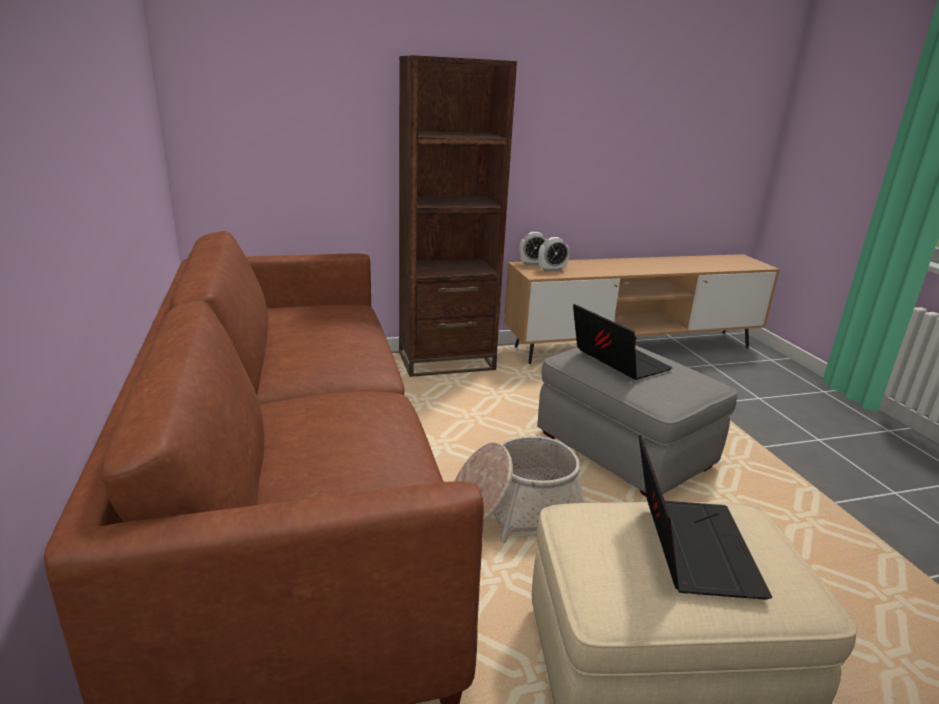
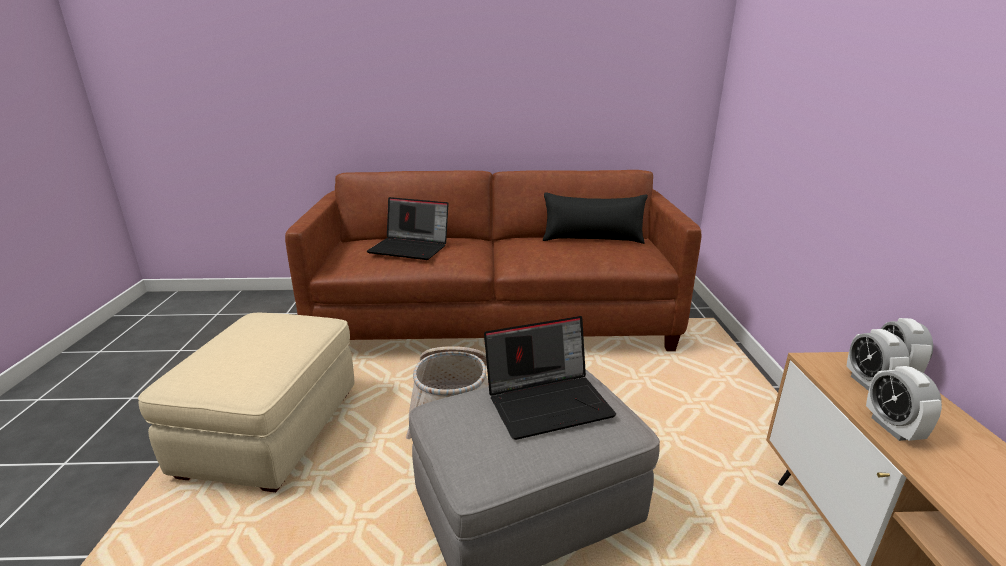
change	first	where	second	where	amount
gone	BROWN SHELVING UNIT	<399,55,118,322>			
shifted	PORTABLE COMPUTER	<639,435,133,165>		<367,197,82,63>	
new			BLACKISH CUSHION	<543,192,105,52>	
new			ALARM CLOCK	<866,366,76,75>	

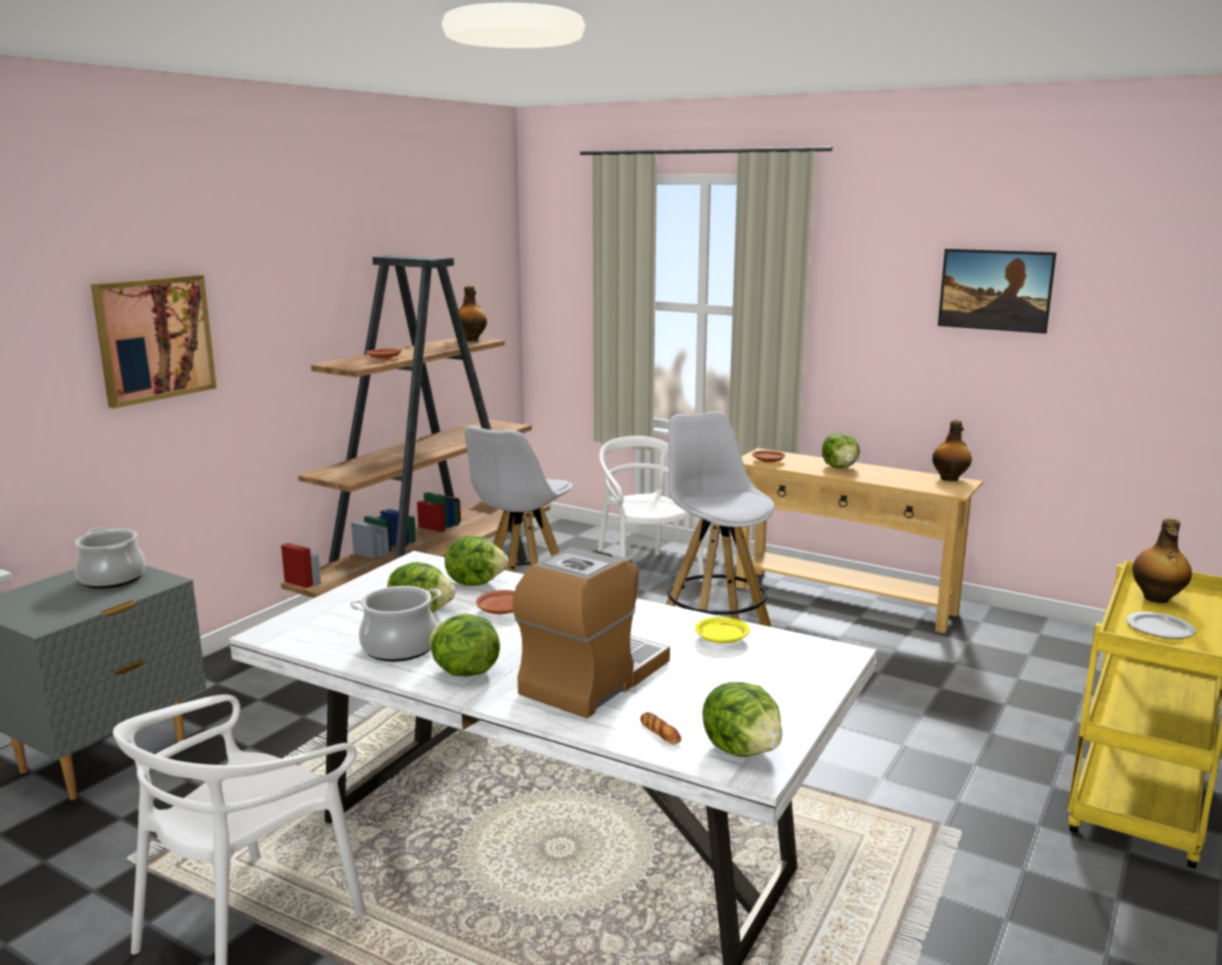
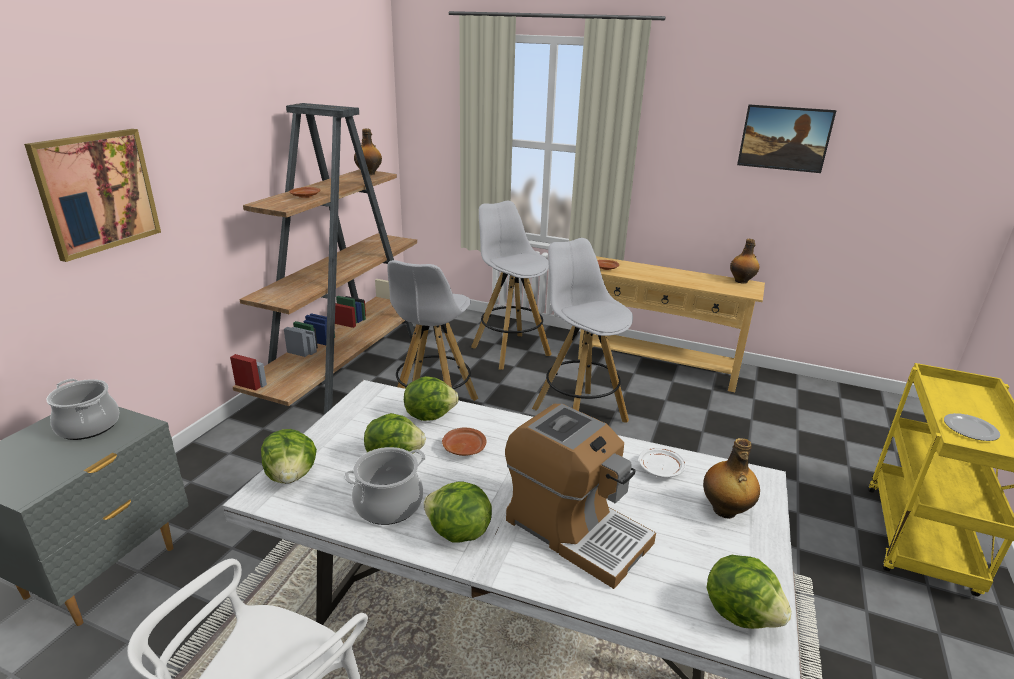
change	first	where	second	where	amount
shifted	HEAD OF LETTUCE	<822,434,38,34>		<261,429,56,55>	
swapped	WHITE-COLOURED PLAIN CHAIR	<598,436,106,146>	WHITE-COLOURED STOOL SEAT	<471,201,81,169>	
shifted	BOTTLE	<1133,519,59,84>		<703,438,57,81>	
rotated	COFFEE MAKER	<512,547,158,172>		<505,404,151,185>	105 degrees clockwise
repainted	YELLOW-COLOURED PLATE	<695,617,55,26>	WHITE-COLOURED PLATE	<639,448,47,30>	
gone	BAKED BREAD	<641,712,40,33>			

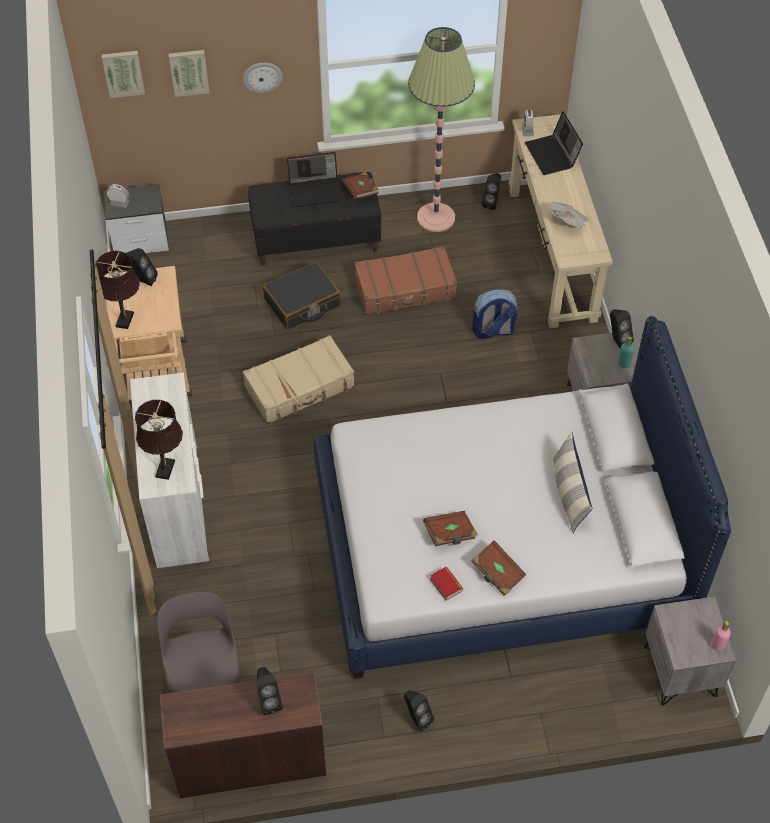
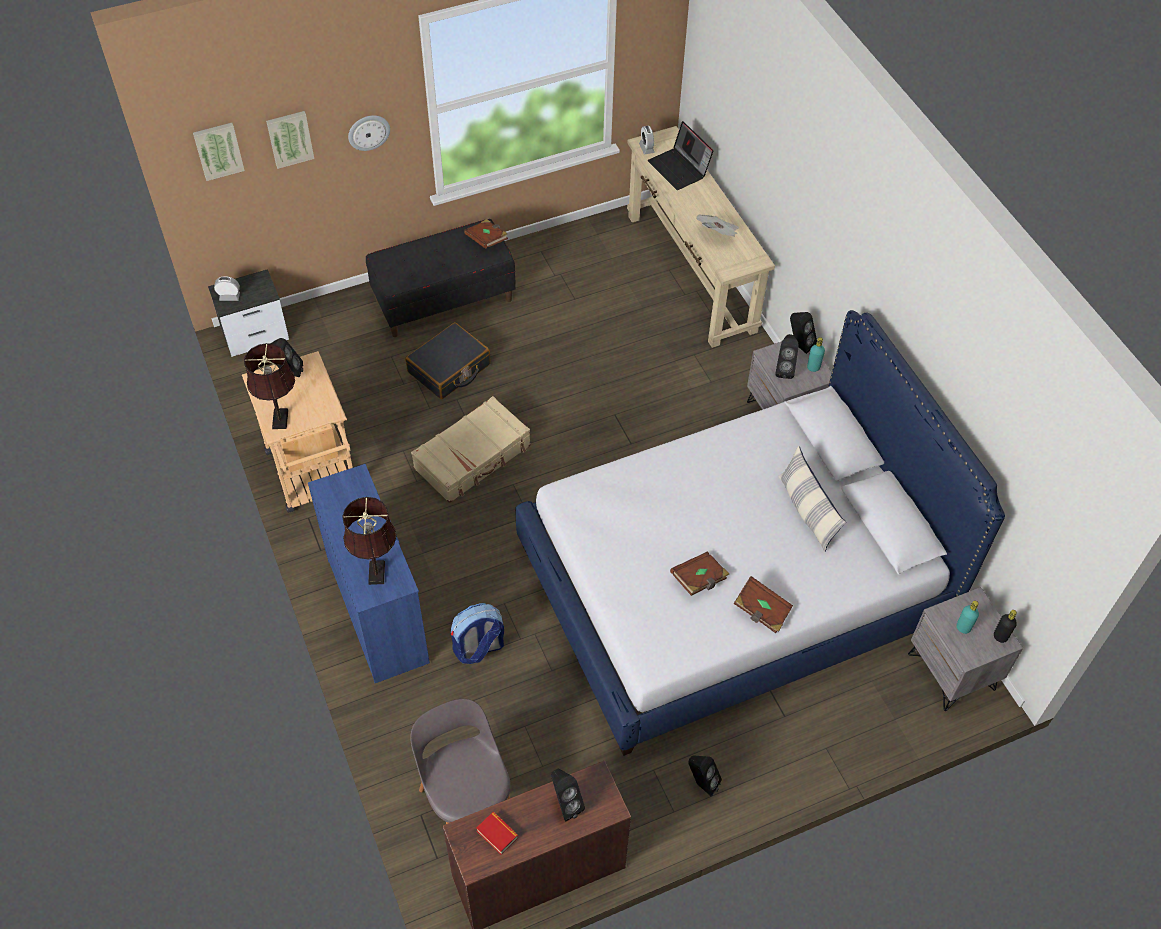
change	first	where	second	where	amount
gone	STANDARD LAMP	<408,27,67,205>			
gone	PORTABLE COMPUTER	<287,152,55,55>			
shifted	BLACKISH AUDIO SPEAKER	<481,173,20,37>		<775,334,24,45>	
gone	BROWN PIECE OF LUGGAGE	<354,246,103,69>			
shifted	KNAPSACK	<472,289,45,50>		<451,603,53,61>	
repainted	WHITE-COLOURED DRESSER	<130,372,79,196>	BLUE-COLOURED DRESSER	<308,464,122,219>	
shifted	BOOK	<430,567,33,34>		<476,812,42,43>	
repainted	PINK BOTTLE	<712,621,19,30>	BLACKISH BOTTLE	<994,610,23,33>	
new			BLUE-GREEN BOTTLE	<957,601,22,33>	

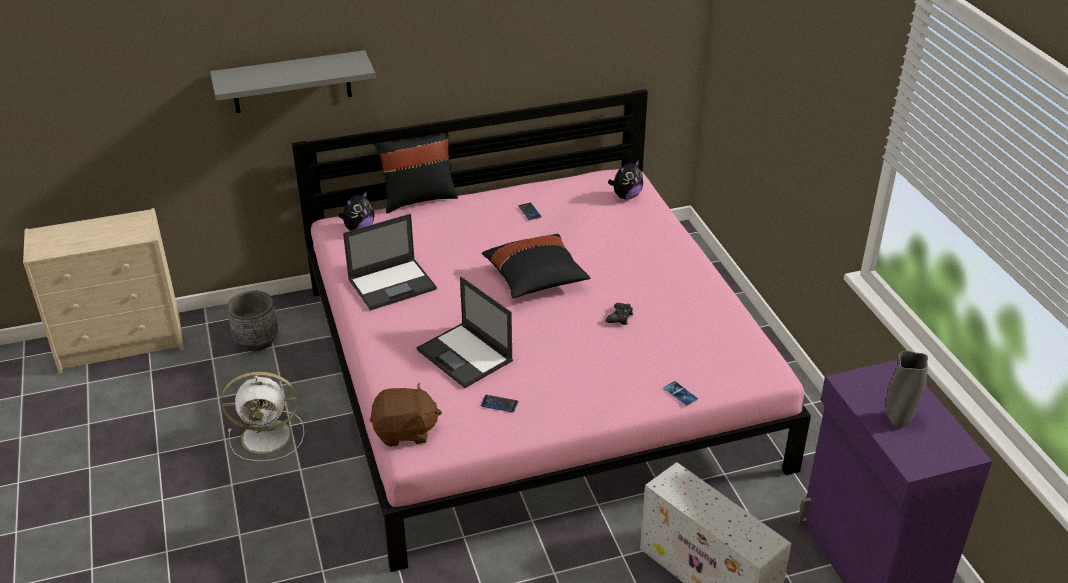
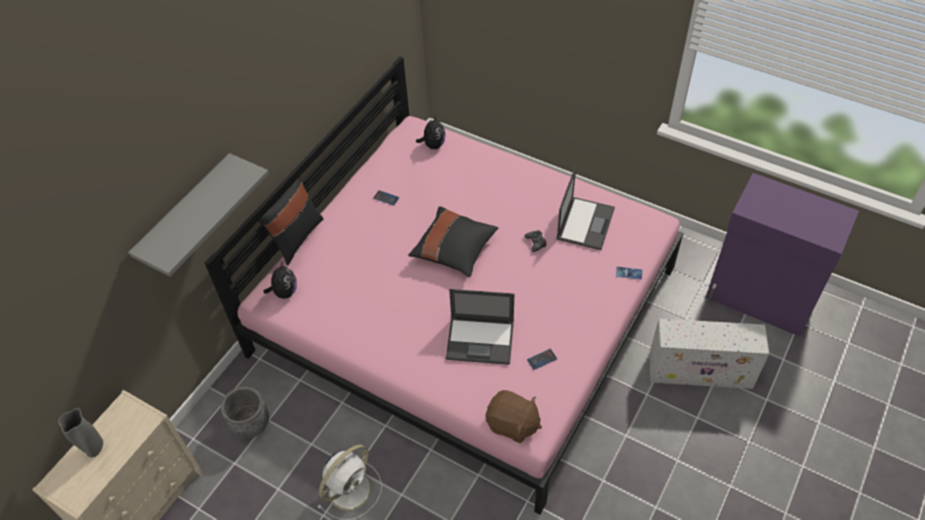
change	first	where	second	where	amount
shifted	PORTABLE COMPUTER	<343,214,94,97>		<556,167,59,83>	
shifted	GREYISH VASE	<885,351,43,77>		<58,408,45,50>	
rotated	BROWN PLUSH TOY	<370,382,72,65>		<486,390,56,53>	75 degrees clockwise

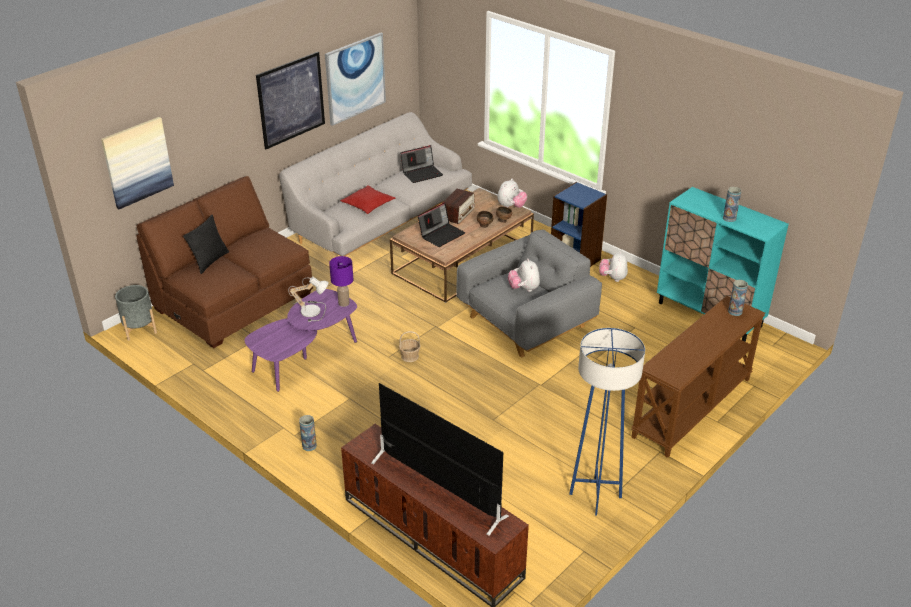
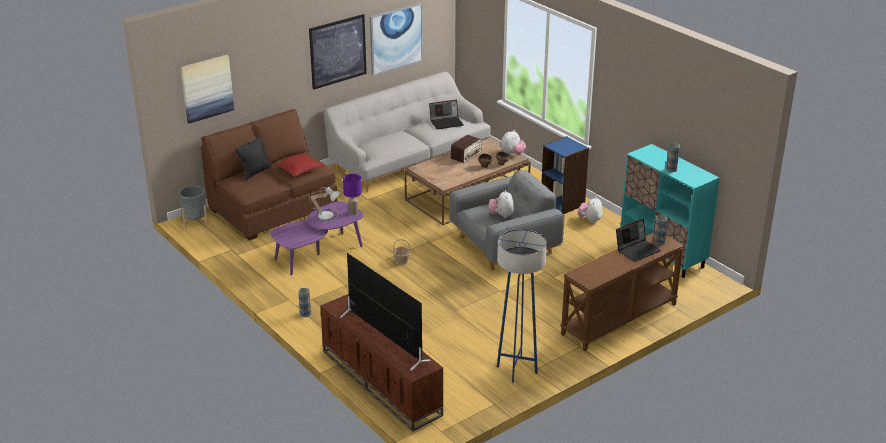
change	first	where	second	where	amount
shifted	RED CUSHION	<340,185,56,29>		<275,153,49,24>	
shifted	PORTABLE COMPUTER	<418,202,47,45>		<616,219,45,43>	

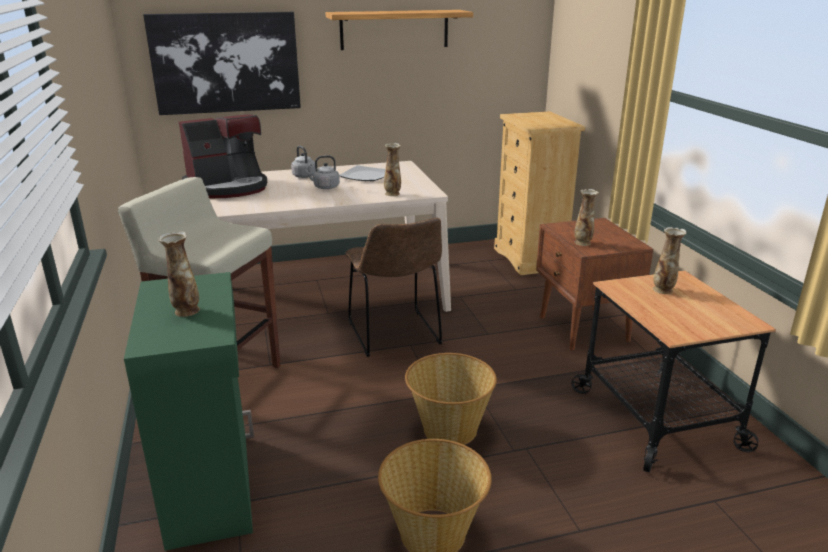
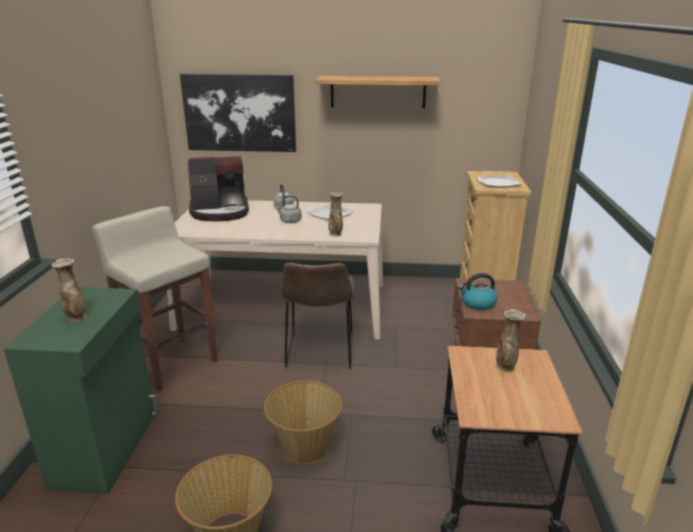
change	first	where	second	where	amount
swapped	VASE	<574,189,25,57>	KETTLE	<458,273,39,37>	
new			PLATE	<476,174,46,13>	

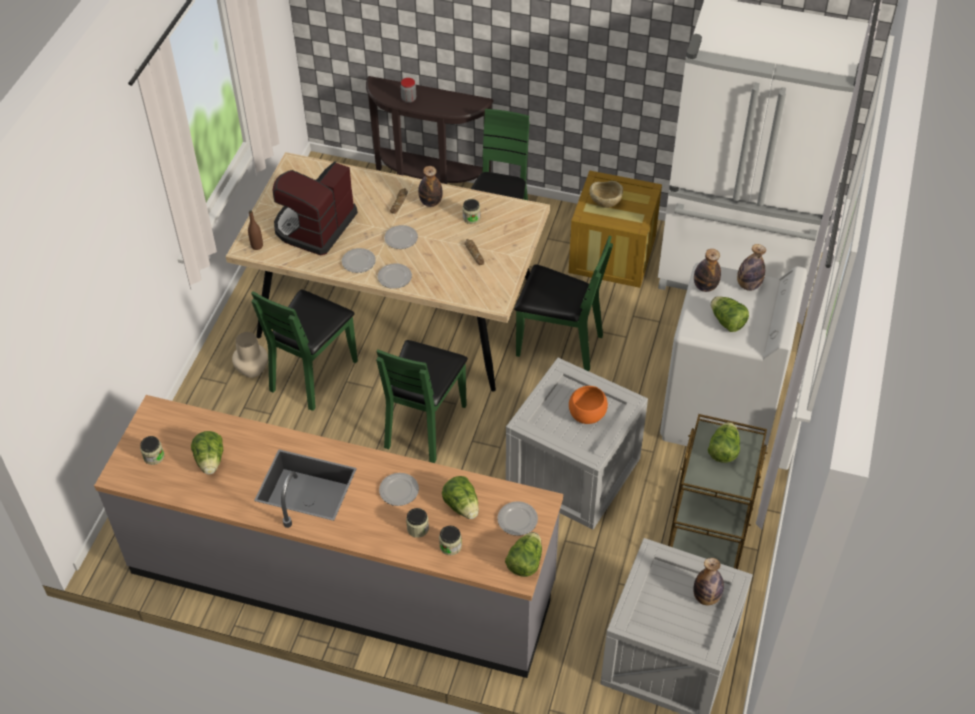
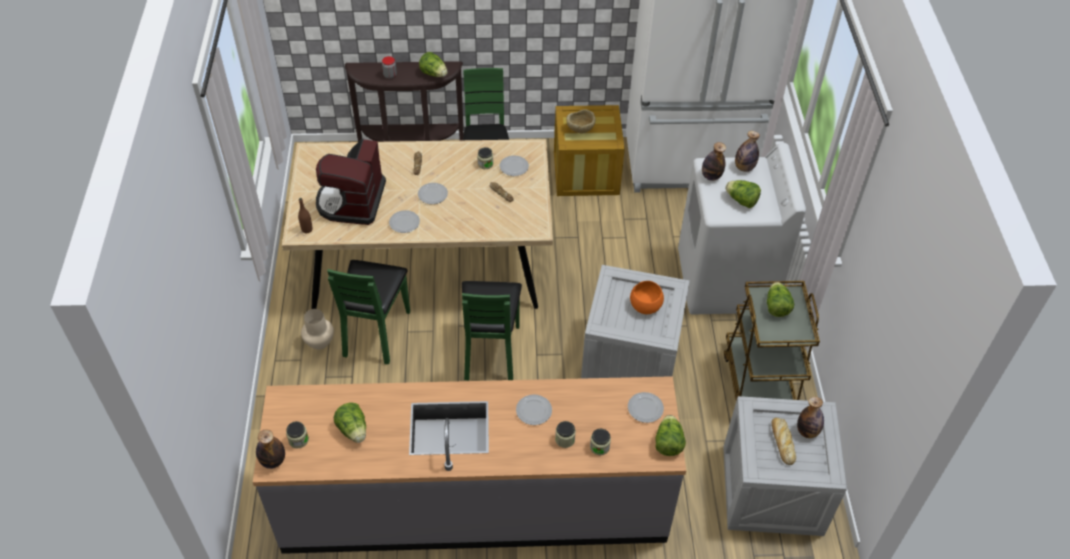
change	first	where	second	where	amount
shifted	BOTTLE	<418,166,25,41>		<256,429,29,40>	
gone	GREENISH PLAIN CHAIR	<514,236,99,135>			
shifted	PLATE	<378,263,34,26>		<500,156,29,20>	
shifted	HEAD OF LETTUCE	<442,476,37,43>		<419,52,29,25>	
new			BAKED BREAD	<771,418,25,47>	

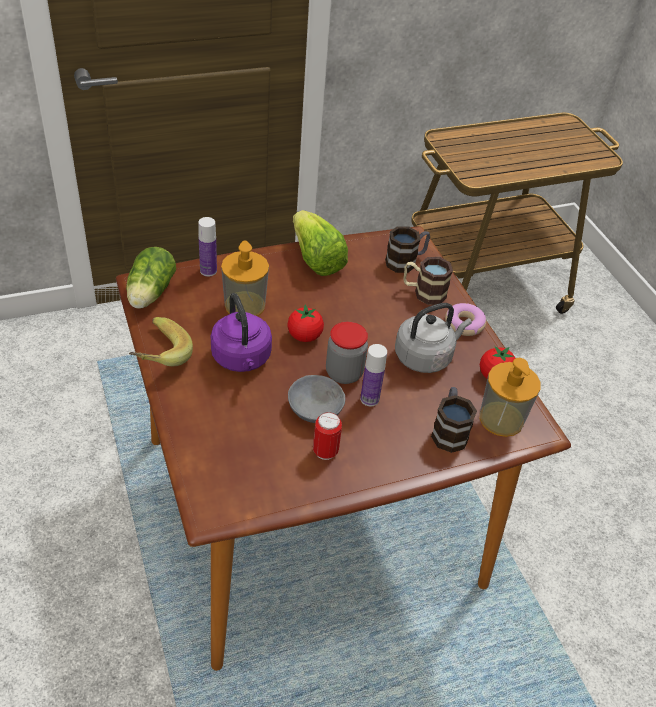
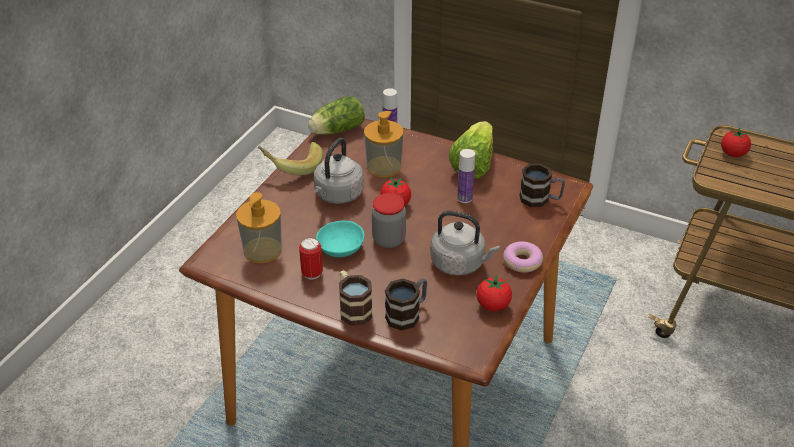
change	first	where	second	where	amount
shifted	TEA MUG	<403,257,50,48>		<339,270,34,56>	
repainted	PURPLE-COLOURED KETTLE	<211,293,61,79>	GREYISH KETTLE	<313,138,51,66>	
shifted	BOTTLE	<360,344,27,62>		<457,149,18,54>	
shifted	LIQUID SOAP BOTTLE	<480,358,61,79>		<236,192,46,71>	
repainted	GREYISH SERVING BOWL	<288,375,57,48>	BLUE-GREEN SERVING BOWL	<316,220,48,37>	
new			WHOLE TOMATO	<721,128,30,29>	

